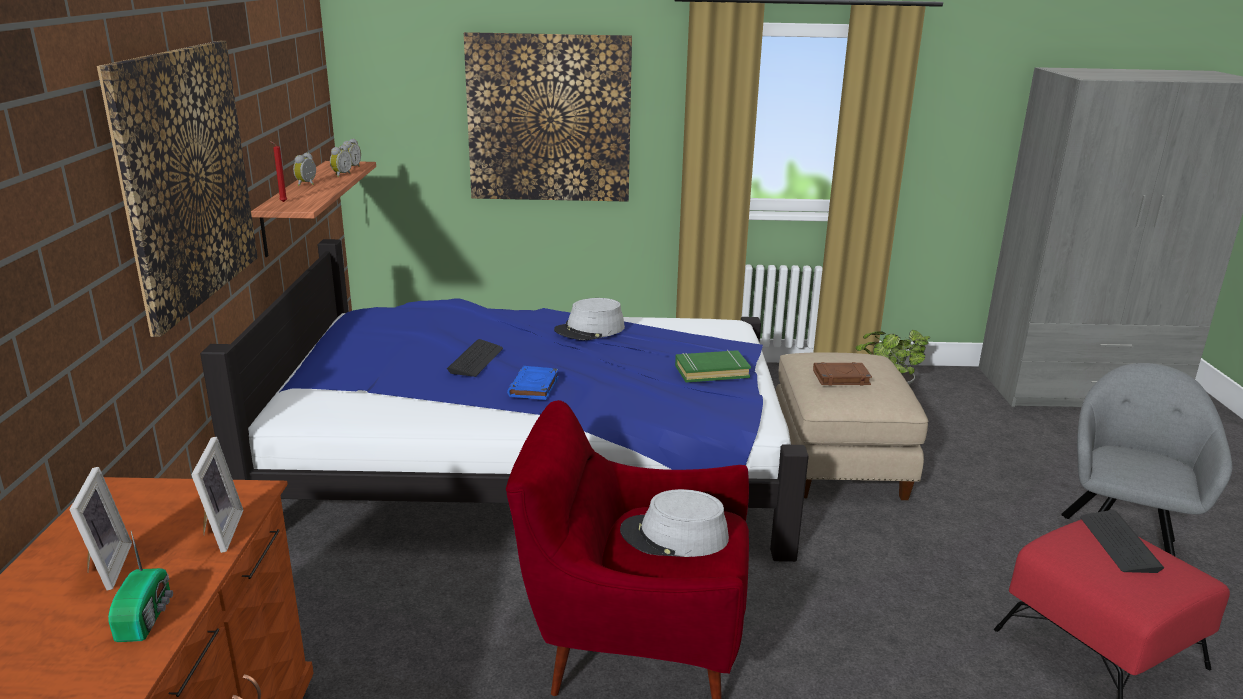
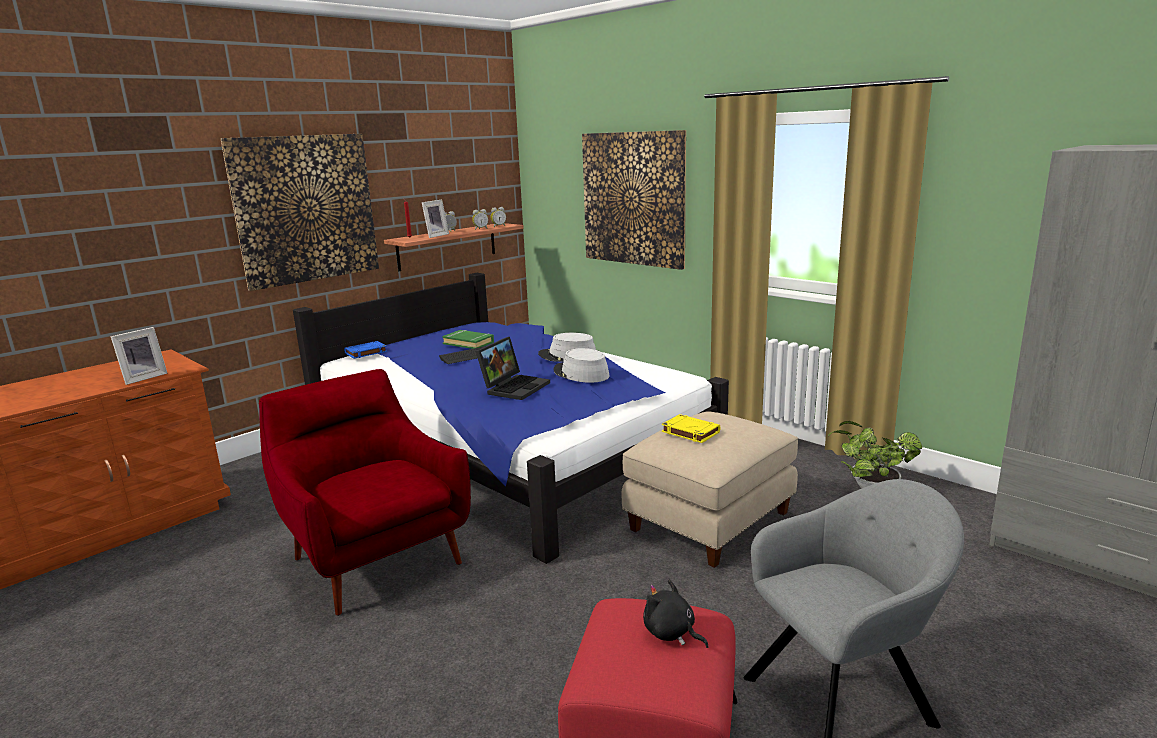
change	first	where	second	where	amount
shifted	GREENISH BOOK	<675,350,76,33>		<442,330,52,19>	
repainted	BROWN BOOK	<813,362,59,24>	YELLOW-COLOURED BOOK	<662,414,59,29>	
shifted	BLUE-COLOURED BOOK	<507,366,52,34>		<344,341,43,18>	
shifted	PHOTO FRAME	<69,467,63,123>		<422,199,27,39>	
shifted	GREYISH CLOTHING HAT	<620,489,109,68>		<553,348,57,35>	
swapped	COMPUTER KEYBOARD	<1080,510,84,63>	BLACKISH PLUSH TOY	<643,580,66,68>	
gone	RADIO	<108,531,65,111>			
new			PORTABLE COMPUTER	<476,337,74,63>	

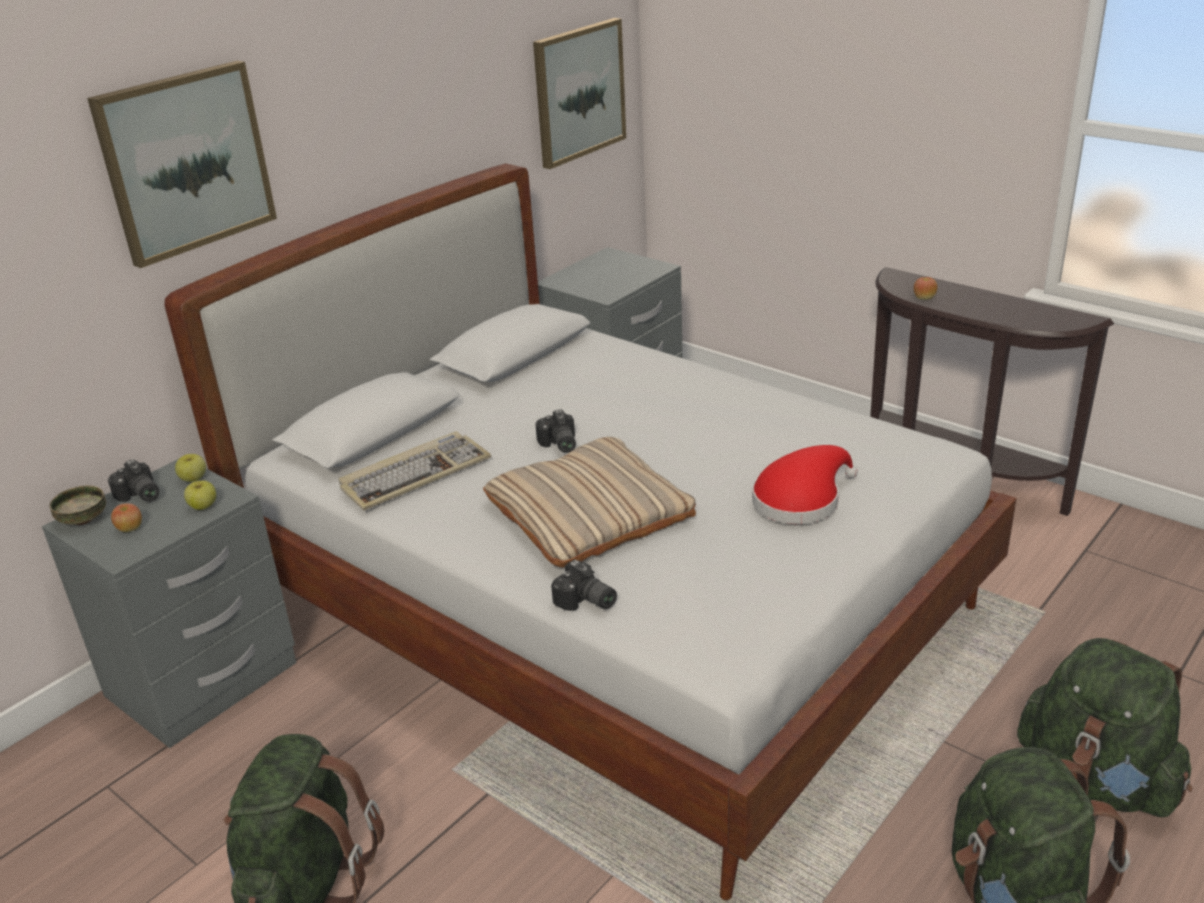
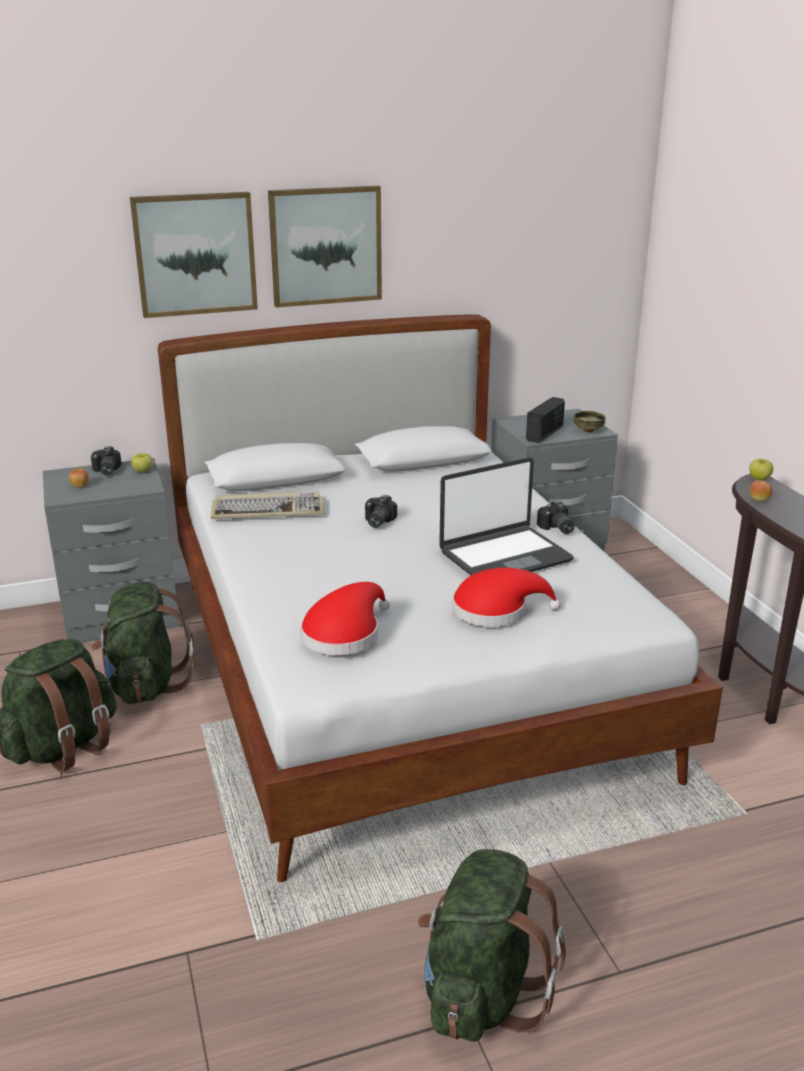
change	first	where	second	where	amount
shifted	PICTURE	<533,18,93,151>		<268,186,114,122>	
gone	SAND-COLOURED CUSHION	<483,437,213,131>			
shifted	APPLE FRUIT	<184,480,32,30>		<749,459,24,21>	
shifted	SERVING BOWL	<49,485,57,40>		<574,411,31,21>	
shifted	PHOTO CAMERA	<551,560,66,51>		<537,500,38,34>	
shifted	GREENISH KNAPSACK	<1017,638,175,180>		<91,582,104,122>	
new			RADIO	<526,397,39,46>	
new			PORTABLE COMPUTER	<439,458,135,117>	
new			RED CLOTHING HAT	<300,582,90,73>	

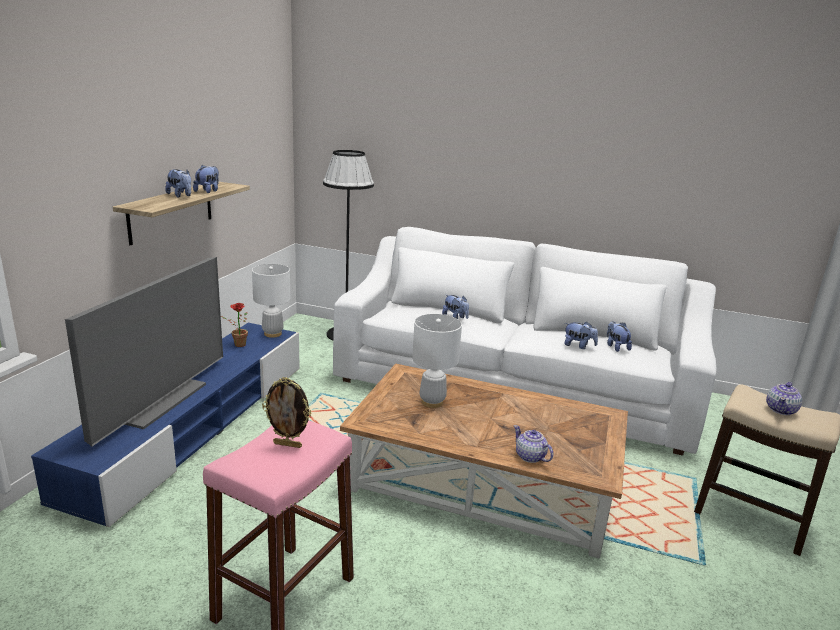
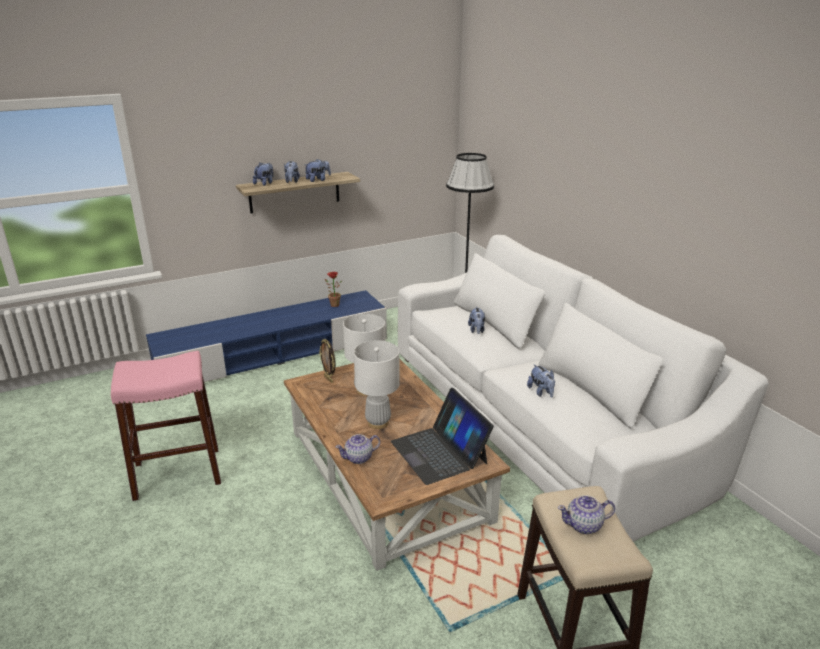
change	first	where	second	where	amount
gone	TV	<65,257,158,189>			
shifted	WHITE-COLOURED LAMP FOR A TABLE	<252,264,38,74>		<354,340,46,89>	
shifted	PLUSH TOY	<607,321,25,31>		<253,162,20,24>	
shifted	PHOTO FRAME	<262,377,49,71>		<319,339,17,44>	
rotated	TEA POT	<514,425,40,38>		<335,434,45,30>	120 degrees counterclockwise
new			PORTABLE COMPUTER	<391,388,103,97>	

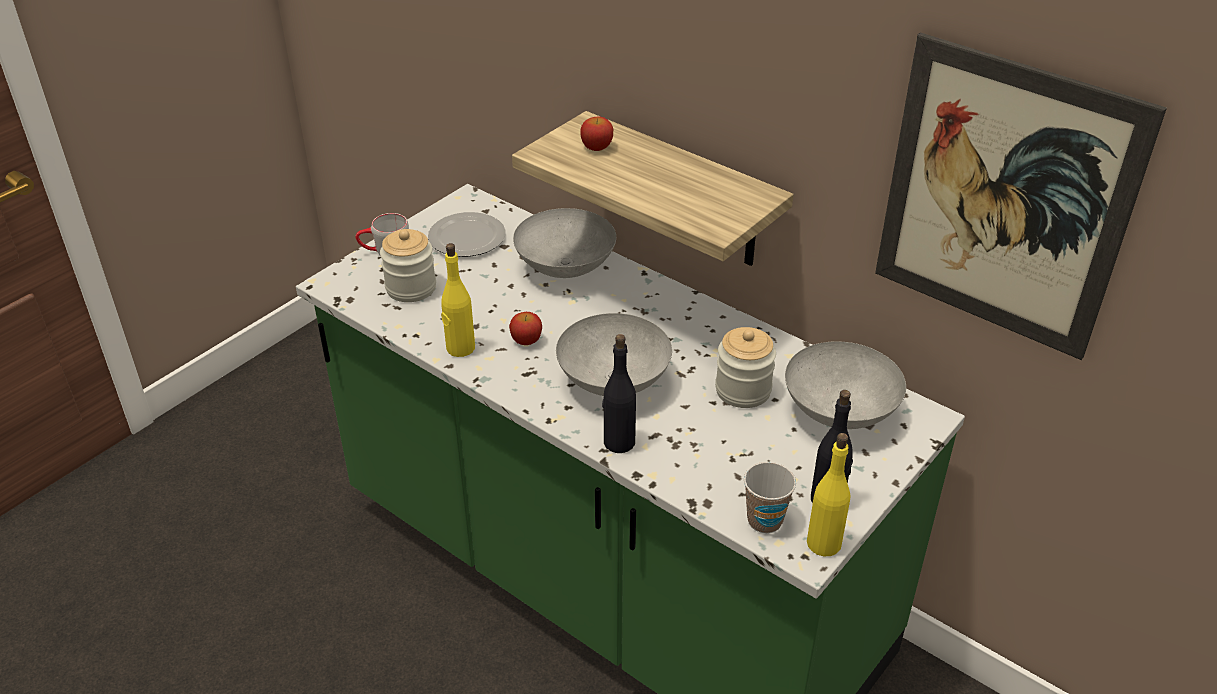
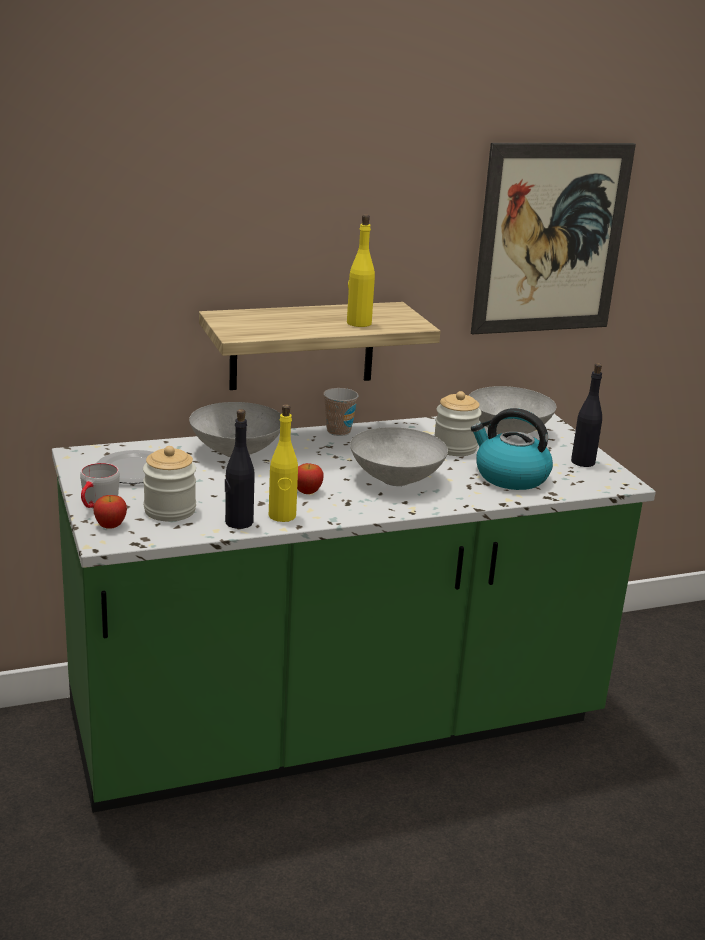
change	first	where	second	where	amount
shifted	APPLE FRUIT	<580,117,33,34>		<93,495,34,34>	
shifted	BLACKISH BOTTLE	<602,334,34,119>		<225,409,30,120>	
shifted	YELLOW-COLOURED BOTTLE	<807,433,43,123>		<347,214,28,113>	
shifted	SMALL CUP	<744,462,52,71>		<323,388,36,48>	
new			KETTLE	<471,408,82,82>	

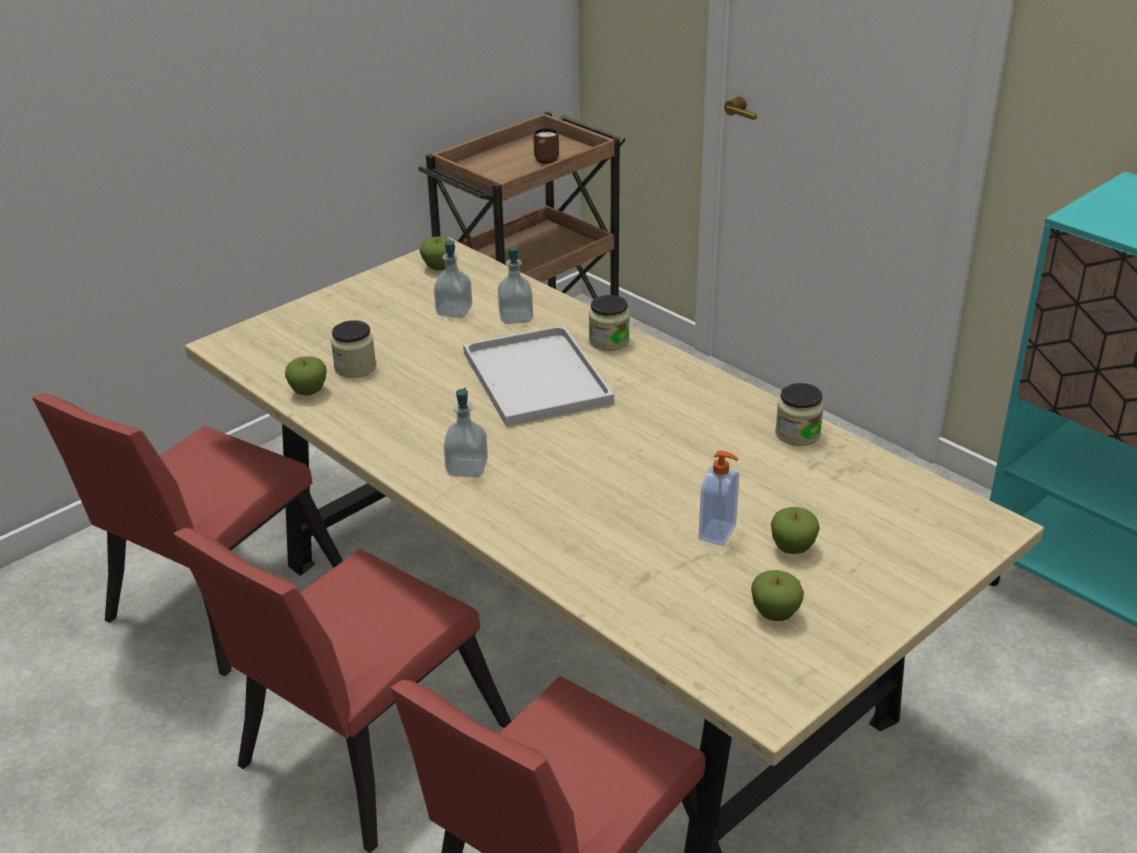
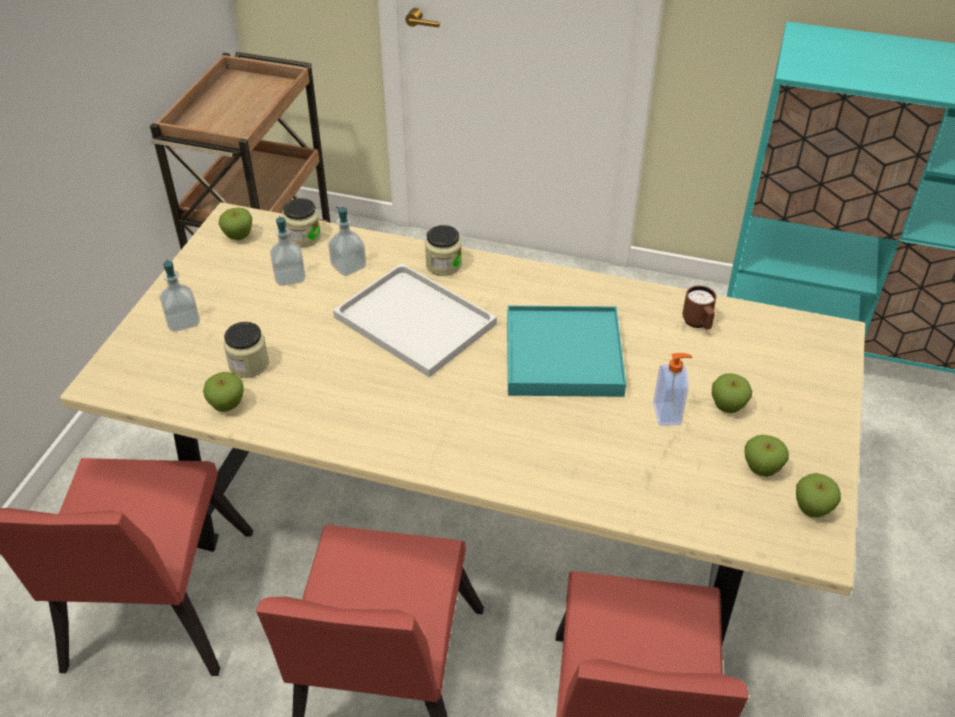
change	first	where	second	where	amount
shifted	BROWN TEA MUG	<533,128,26,36>		<682,286,34,43>	
shifted	JAR	<775,383,49,63>		<283,198,38,49>	
shifted	LIQUID SOAP BOTTLE	<444,388,44,90>		<160,259,40,73>	
new			BLUE-GREEN CARRYING TRAY	<507,306,119,91>	
new			APPLE FRUIT	<796,473,45,45>	

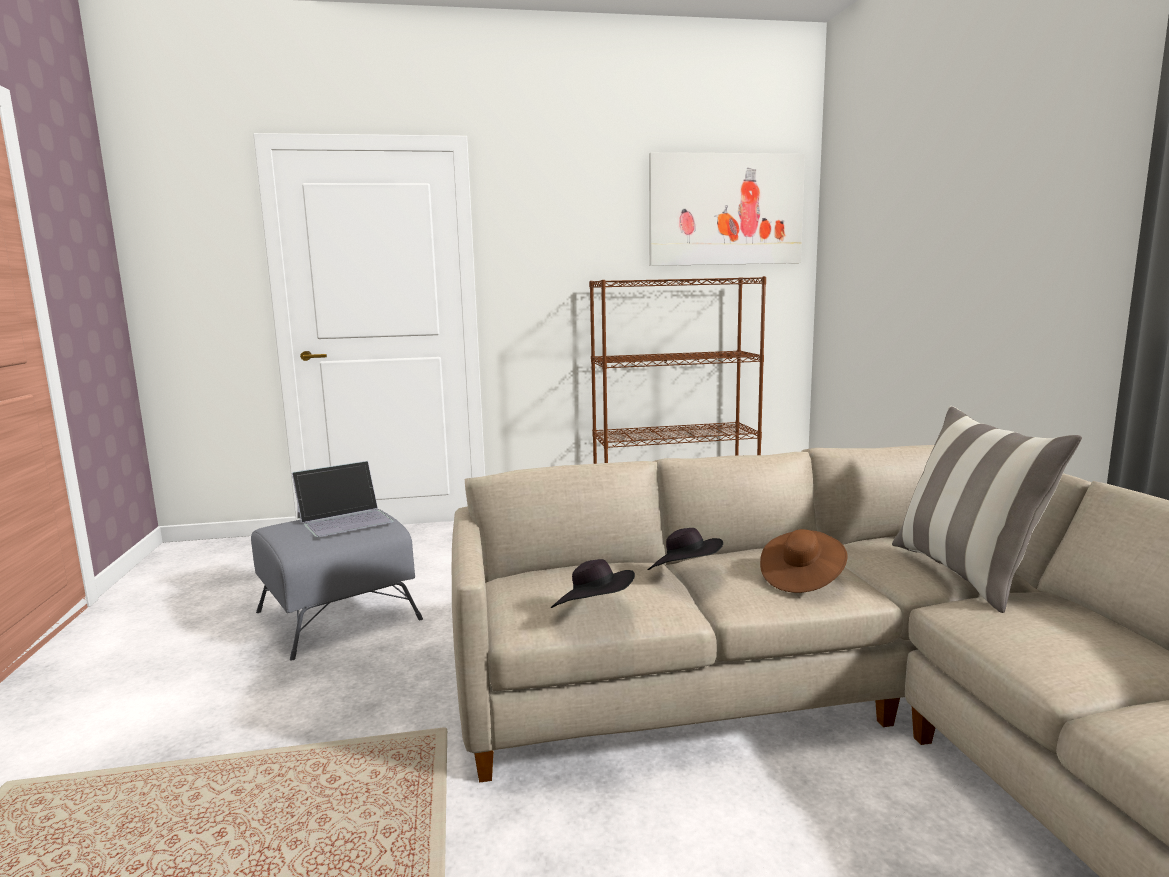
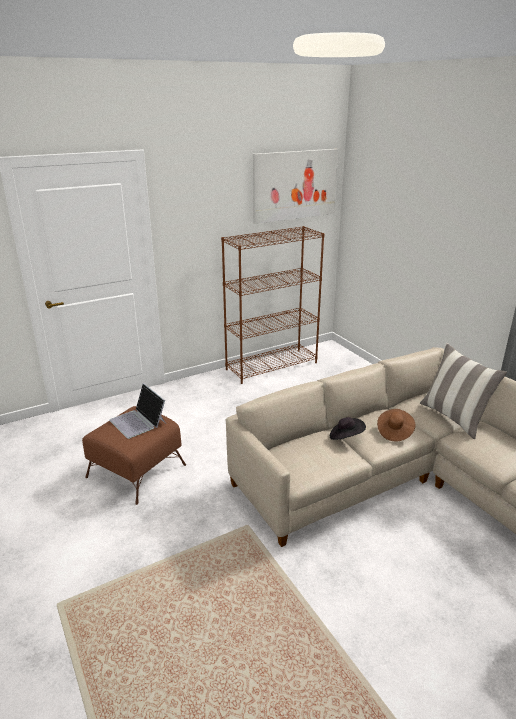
change	first	where	second	where	amount
rotated	PORTABLE COMPUTER	<292,461,102,76>		<109,383,57,56>	105 degrees clockwise
repainted	GREYISH OTTOMAN	<251,509,172,152>	BROWN OTTOMAN	<82,406,104,99>	
gone	BLACKISH CLOTHING HAT	<551,559,84,49>			

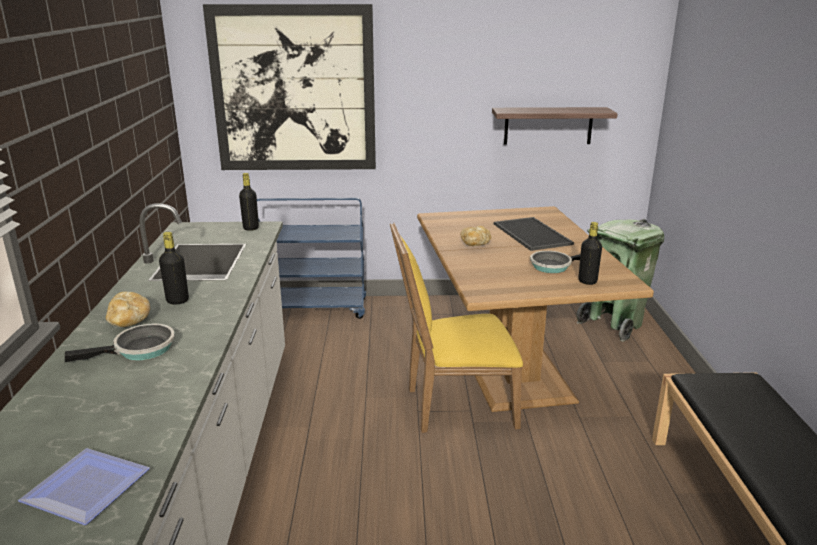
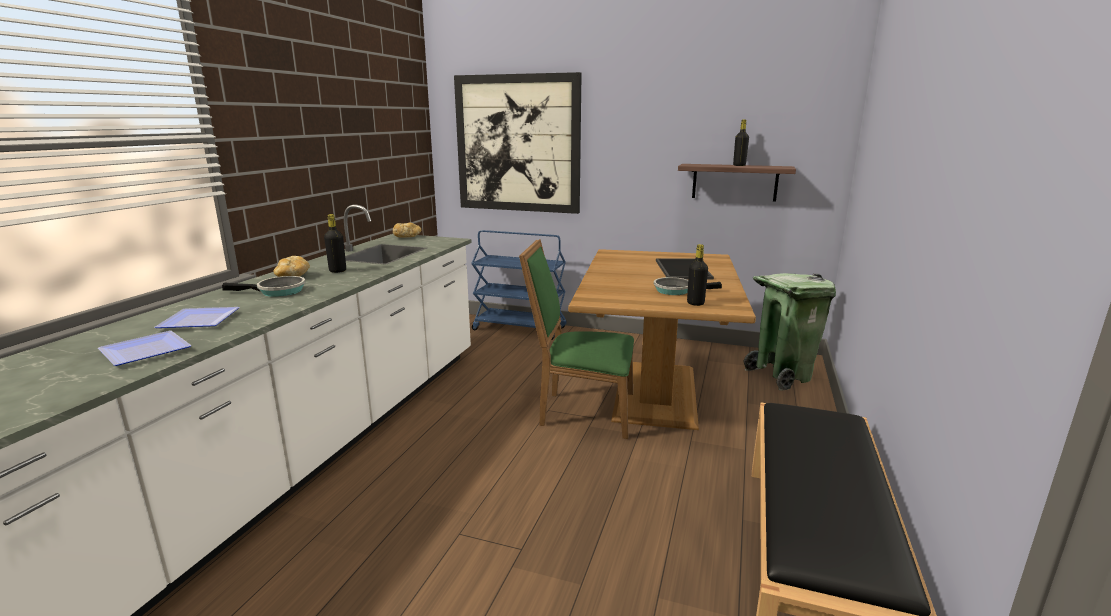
change	first	where	second	where	amount
shifted	BLACKISH BOTTLE	<239,173,20,58>		<733,120,16,46>	
repainted	YELLOW-COLOURED PLAIN CHAIR	<390,223,133,210>	GREENISH PLAIN CHAIR	<519,239,115,200>	
shifted	BAKED BREAD	<460,226,31,20>		<393,223,28,15>	
new			PLATE	<154,307,86,21>	

